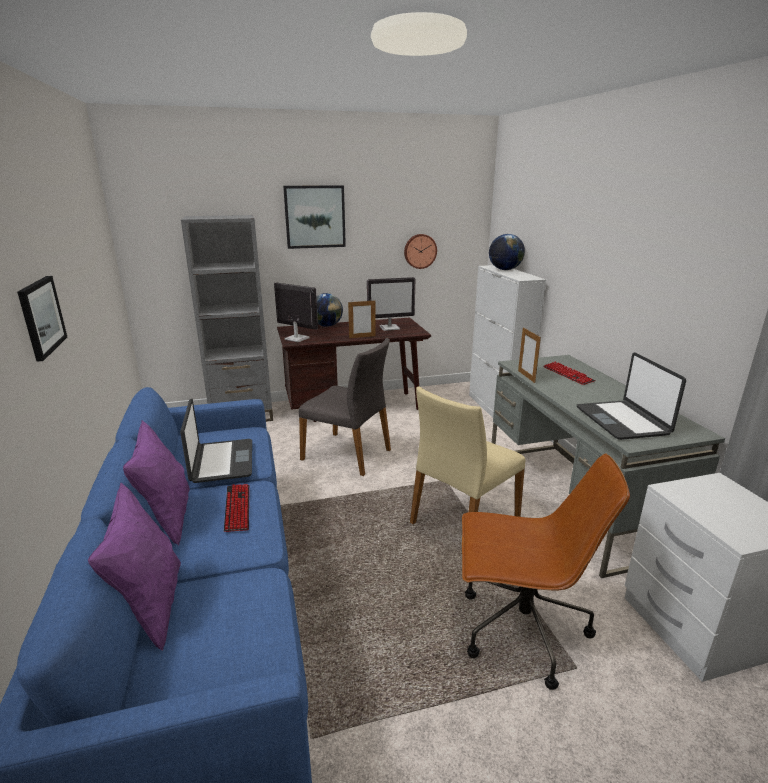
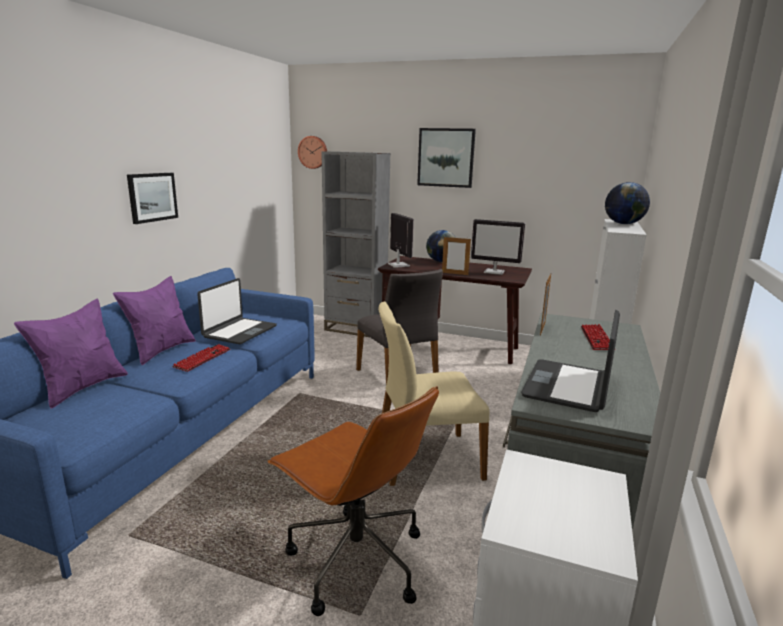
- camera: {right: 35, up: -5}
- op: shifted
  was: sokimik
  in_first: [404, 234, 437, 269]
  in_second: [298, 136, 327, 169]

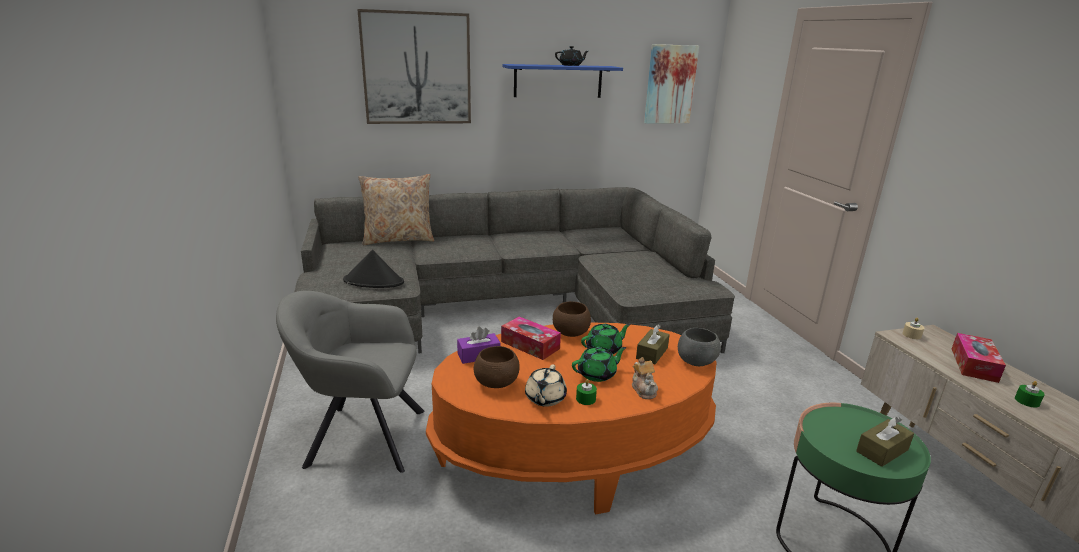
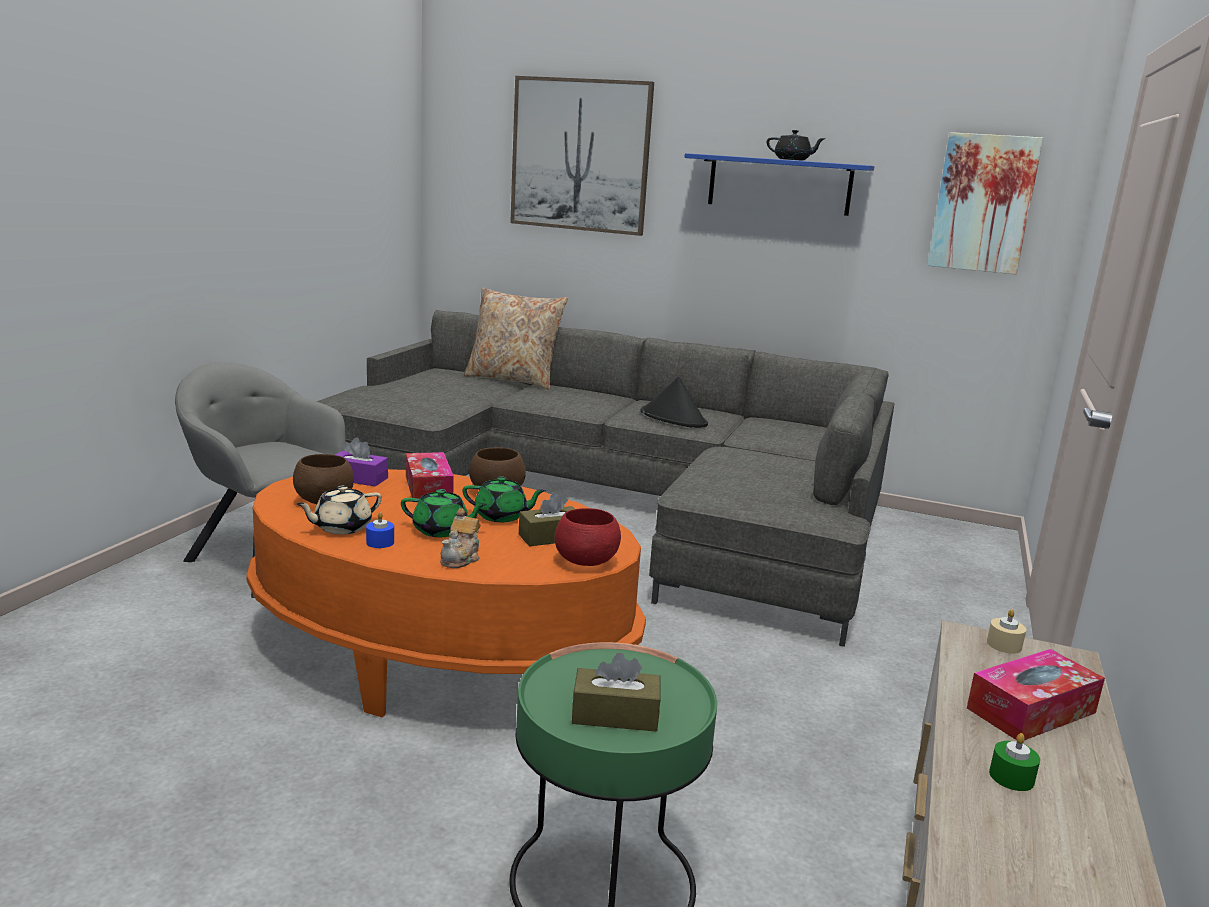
- camera: {right: 35, up: -5}
- op: repainted
  was: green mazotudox
  now: blue mazotudox
  in_first: [576, 379, 597, 405]
  in_second: [366, 512, 394, 548]
- op: repainted
  was: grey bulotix
  now: red bulotix
  in_first: [678, 328, 721, 366]
  in_second: [555, 508, 621, 566]
- op: shifted
  was: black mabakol
  in_first: [343, 250, 404, 288]
  in_second: [641, 377, 708, 428]

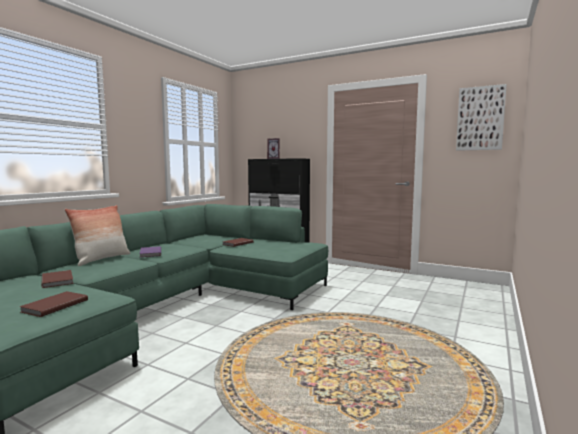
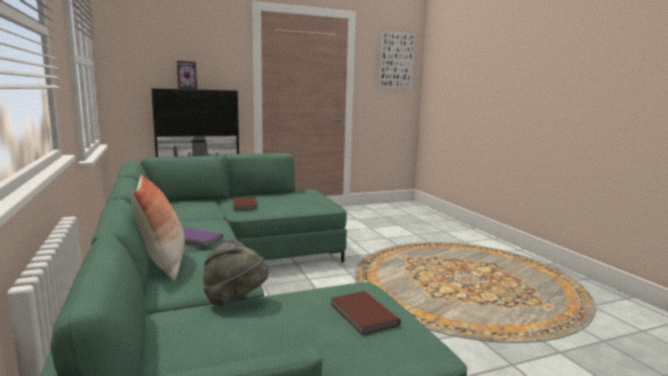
- camera: {right: -50, up: 5}
- op: swapped
  was: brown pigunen
  now: grey mabakol
  in_first: [41, 270, 73, 288]
  in_second: [203, 240, 269, 306]

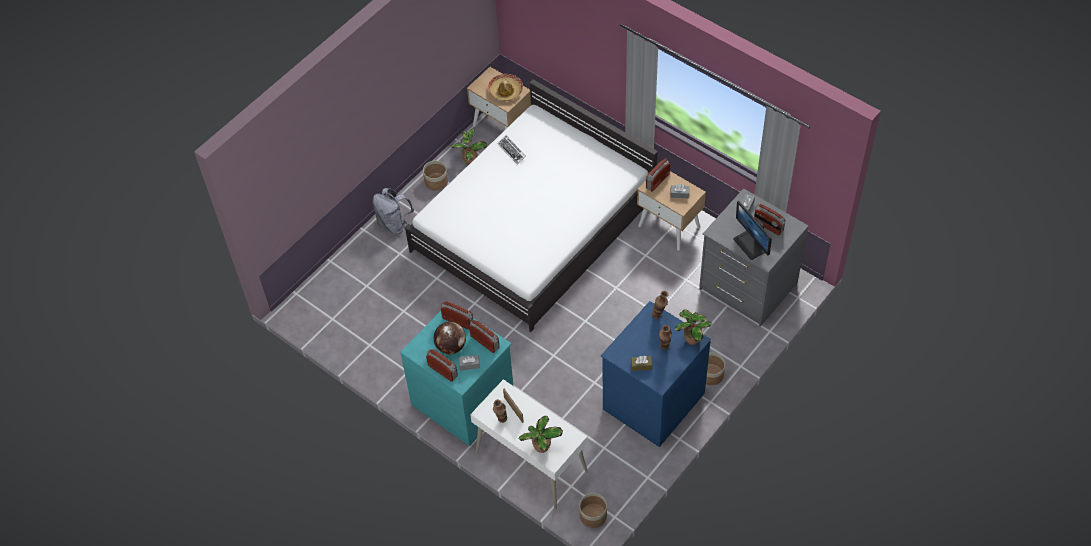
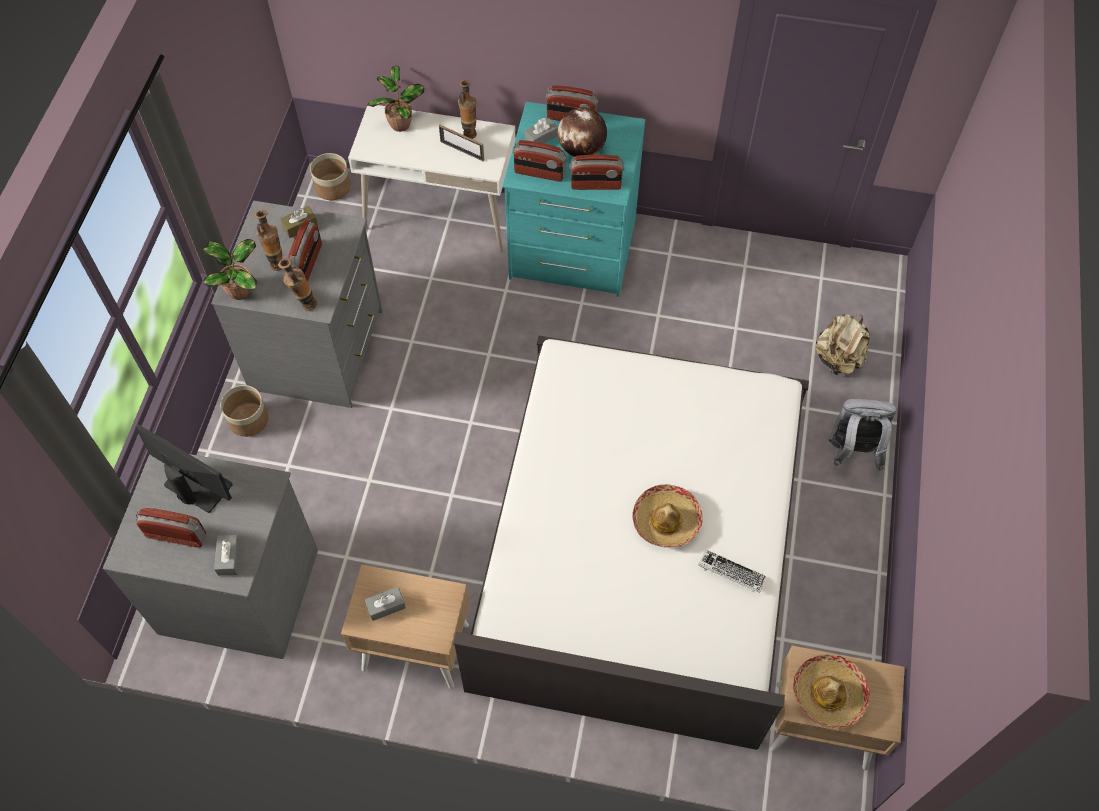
- camera: {right: 150, up: 5}
- op: repainted
  was: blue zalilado
  now: grey zalilado
  in_first: [601, 301, 711, 447]
  in_second: [211, 201, 383, 408]
- op: shifted
  was: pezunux
  in_first: [646, 159, 670, 192]
  in_second: [288, 219, 322, 282]
- op: new
  now: mabakol
  in_second: [632, 484, 703, 548]
- op: new
  now: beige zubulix
  in_second: [815, 314, 870, 375]
- op: gone
  was: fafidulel
  in_first: [423, 160, 448, 191]
- op: gone
  was: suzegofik
  in_first: [450, 129, 487, 165]

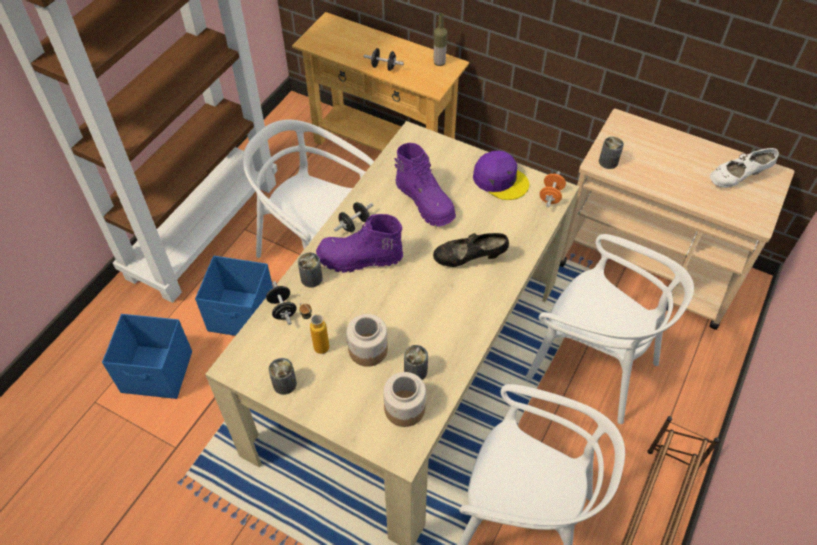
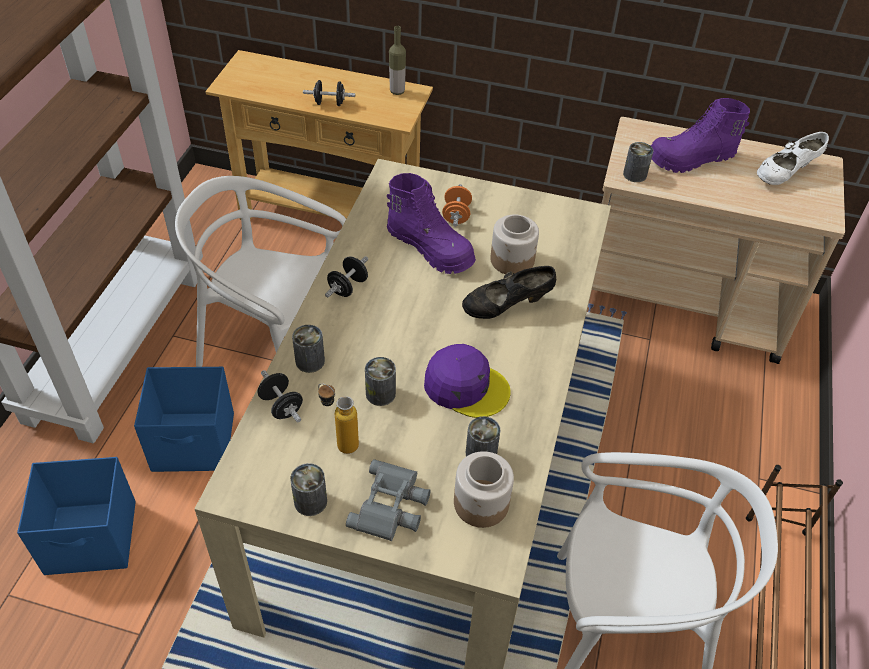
- camera: {right: -15, up: -5}
- op: new
  now: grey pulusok
  in_second: [346, 459, 431, 541]
- op: new
  now: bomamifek
  in_second: [365, 357, 396, 406]
- op: shifted
  was: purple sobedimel
  in_first: [473, 151, 529, 200]
  in_second: [424, 344, 511, 418]
- op: shifted
  was: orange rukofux
  in_first: [540, 171, 566, 207]
  in_second: [442, 184, 472, 227]
- op: shifted
  was: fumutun
  in_first: [347, 314, 388, 367]
  in_second: [490, 215, 539, 274]
- op: shifted
  was: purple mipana
  in_first: [316, 214, 403, 273]
  in_second: [651, 98, 750, 173]
- op: gone
  was: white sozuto
  in_first: [525, 234, 694, 424]

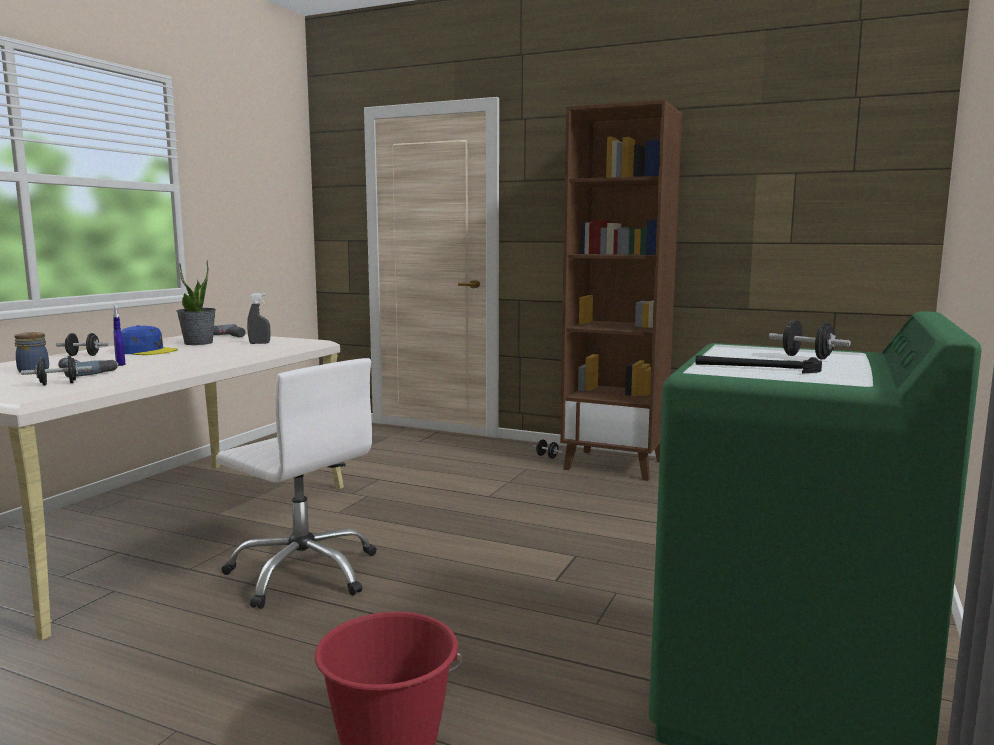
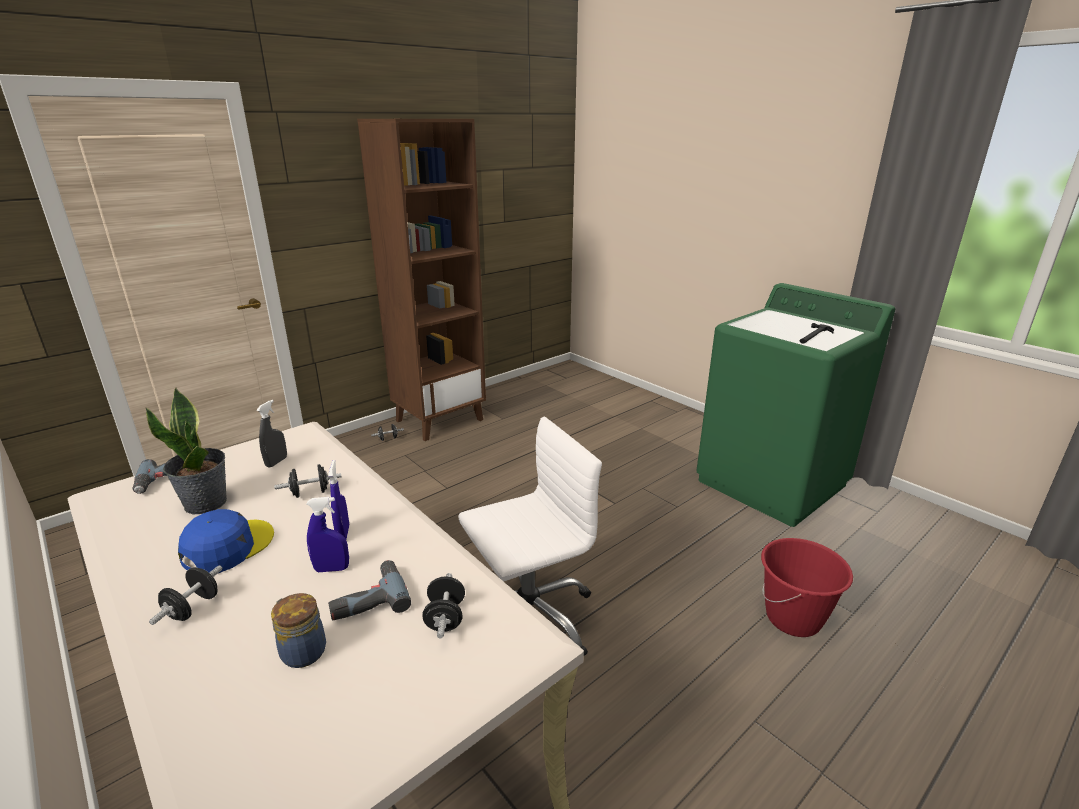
- camera: {right: -65, up: 15}
- op: shifted
  was: black rukofux
  in_first: [769, 320, 851, 360]
  in_second: [274, 464, 341, 498]
- op: new
  now: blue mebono
  in_second: [328, 460, 349, 539]

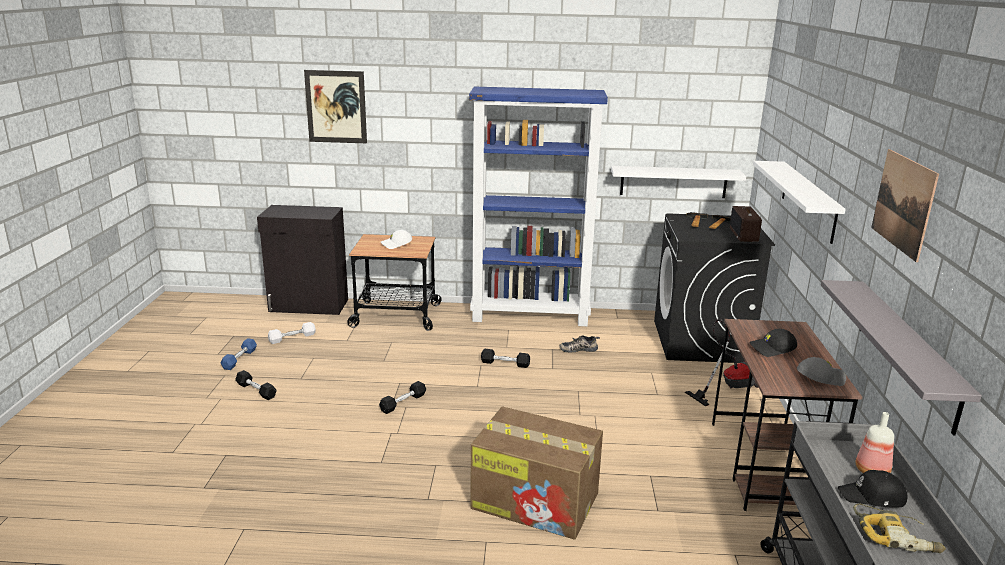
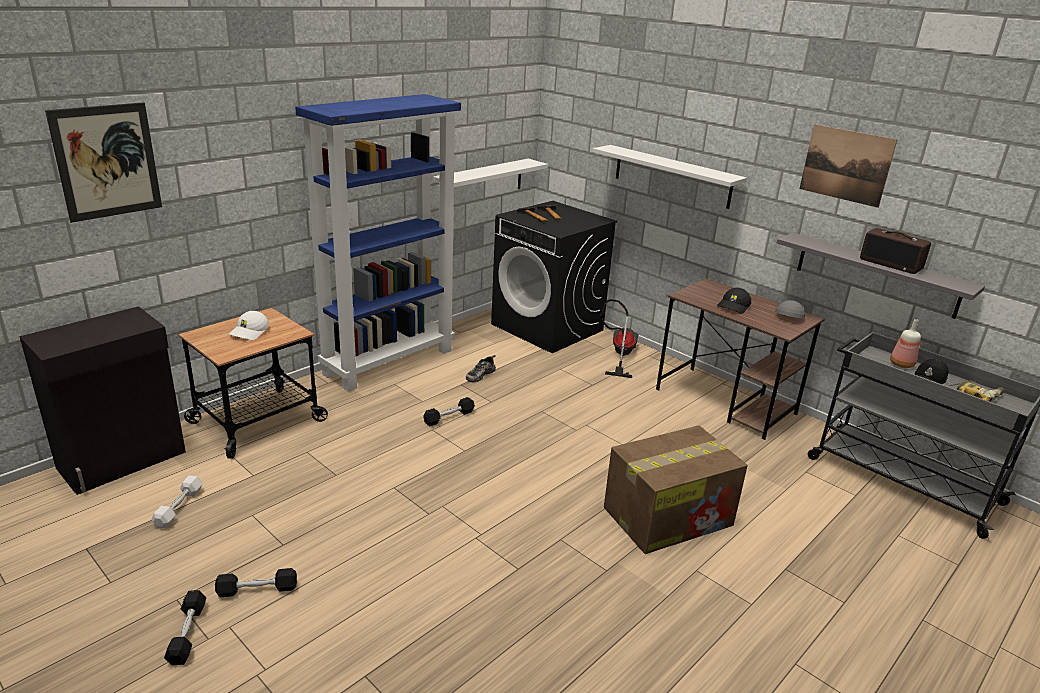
- camera: {right: -50, up: 5}
- op: shifted
  was: black rukofux
  in_first: [379, 381, 426, 414]
  in_second: [164, 590, 206, 665]
- op: shifted
  was: pezunux
  in_first: [730, 206, 762, 242]
  in_second: [860, 228, 931, 274]
- op: gone
  was: blue rukofux
  in_first: [220, 338, 257, 370]

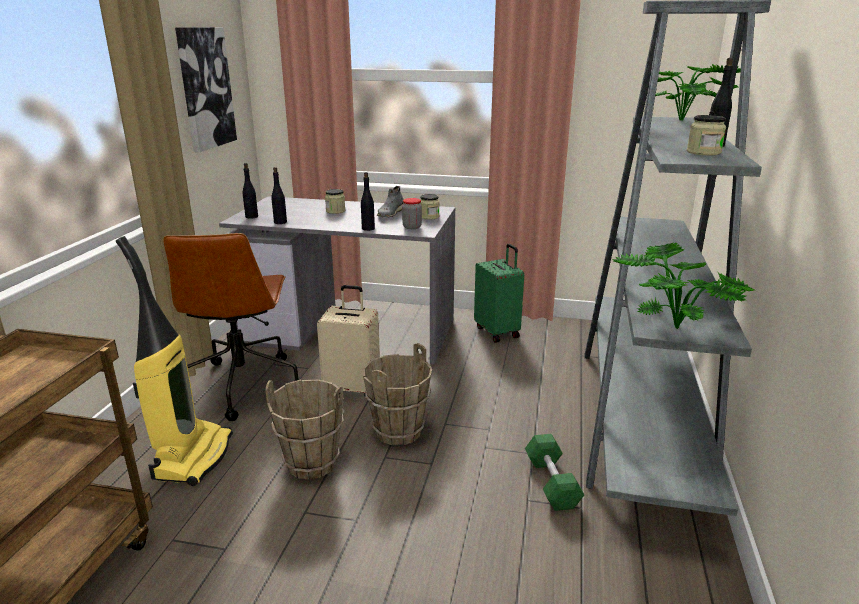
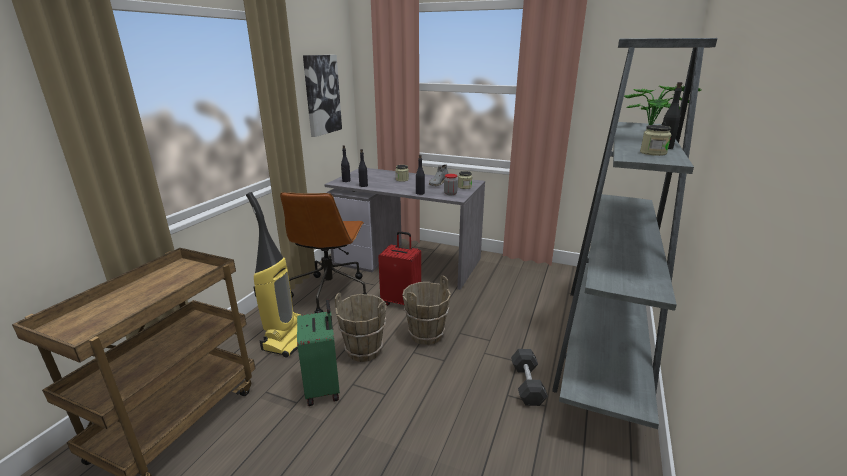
- camera: {right: 10, up: 0}
- op: shifted
  was: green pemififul
  in_first: [474, 244, 524, 343]
  in_second: [297, 299, 340, 406]
- op: repainted
  was: beige pemififul
  now: red pemififul
  in_first: [317, 285, 380, 395]
  in_second: [378, 231, 421, 306]
- op: repainted
  was: green rukofux
  now: black rukofux
  in_first: [525, 434, 584, 511]
  in_second: [511, 349, 548, 406]
- op: gone
  was: suzegofik
  in_first: [612, 242, 754, 329]

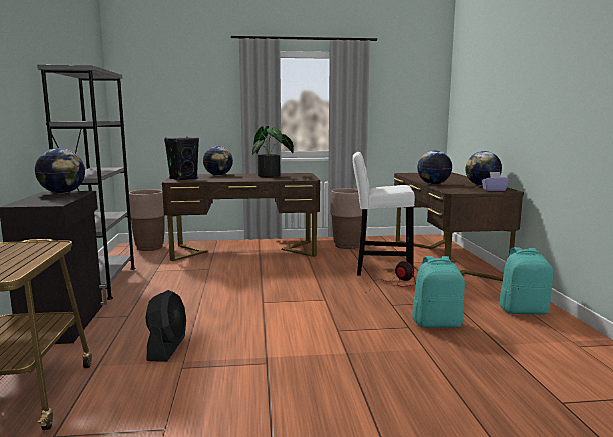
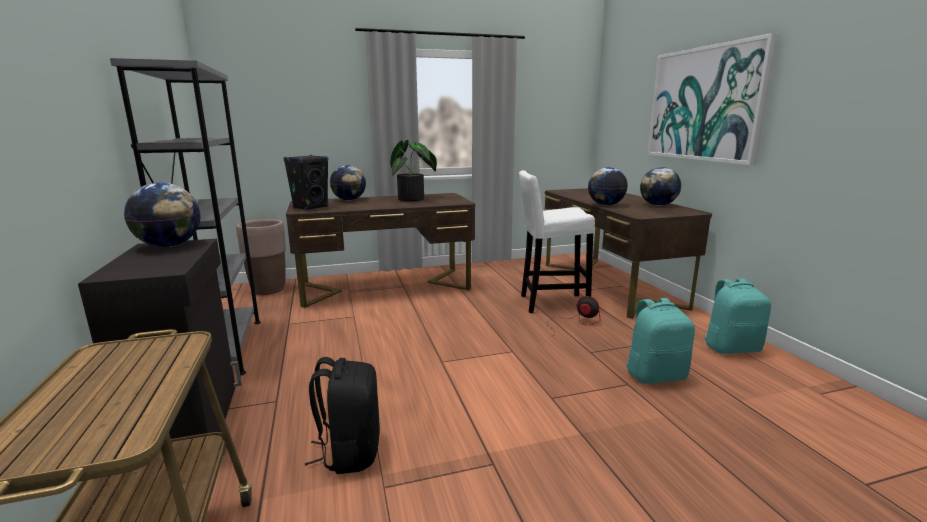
- camera: {right: -10, up: 5}
- op: swapped
  was: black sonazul
  now: black zubulix
  in_first: [145, 290, 186, 362]
  in_second: [305, 357, 380, 474]
- op: new
  now: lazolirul
  in_second: [647, 33, 779, 165]
- op: gone
  was: brown fafidulel
  in_first: [330, 188, 362, 249]
- op: gone
  was: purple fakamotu
  in_first: [481, 172, 509, 191]

